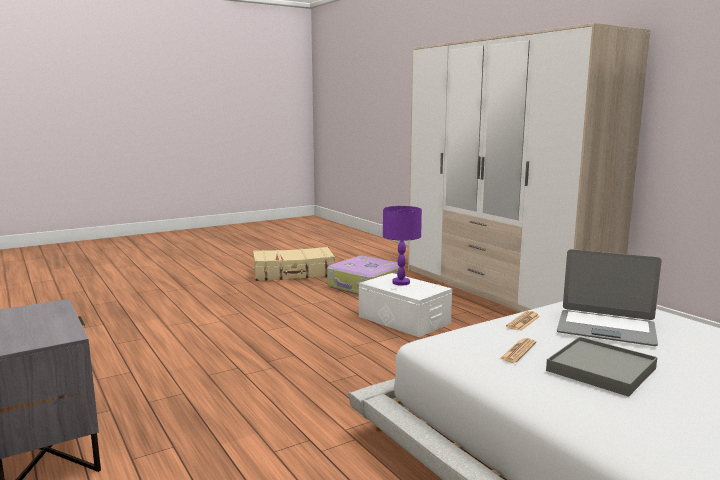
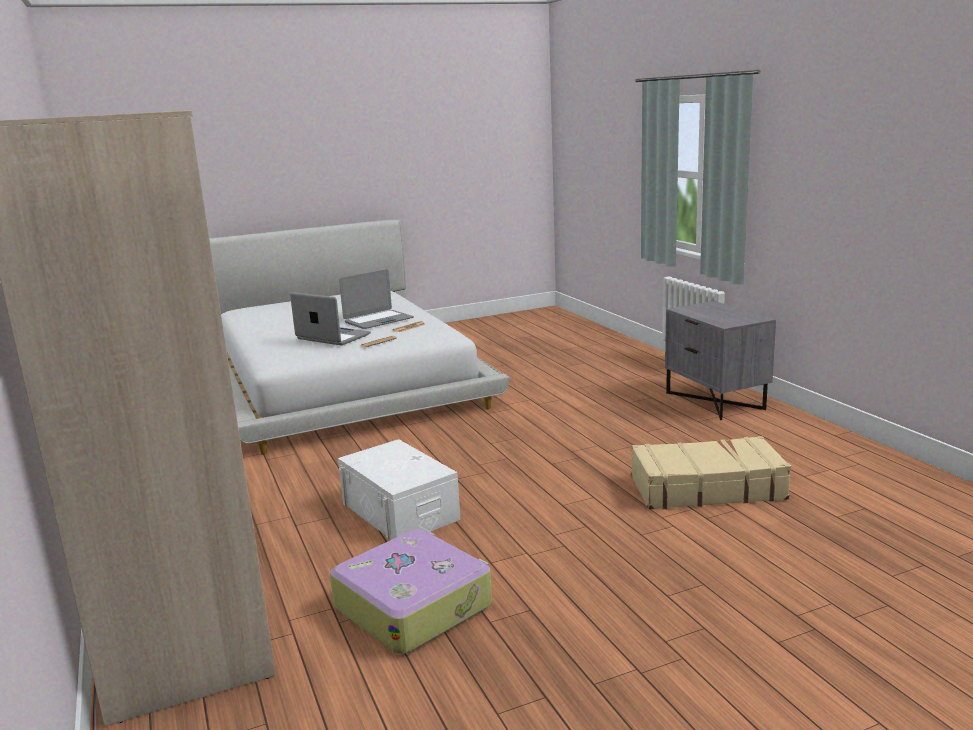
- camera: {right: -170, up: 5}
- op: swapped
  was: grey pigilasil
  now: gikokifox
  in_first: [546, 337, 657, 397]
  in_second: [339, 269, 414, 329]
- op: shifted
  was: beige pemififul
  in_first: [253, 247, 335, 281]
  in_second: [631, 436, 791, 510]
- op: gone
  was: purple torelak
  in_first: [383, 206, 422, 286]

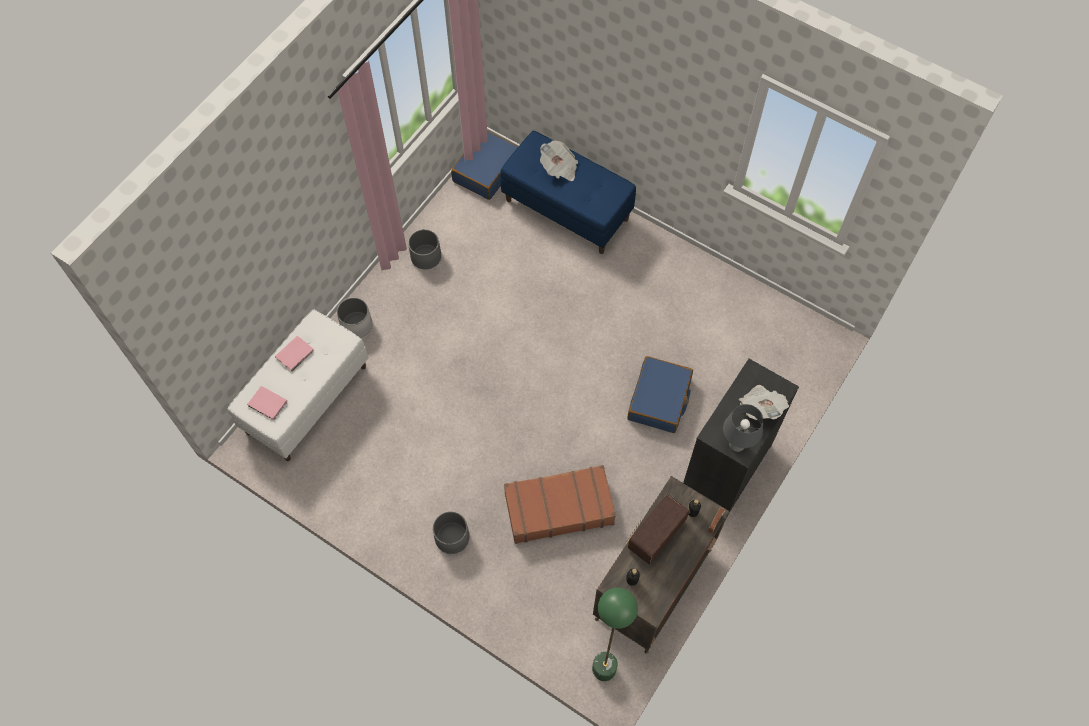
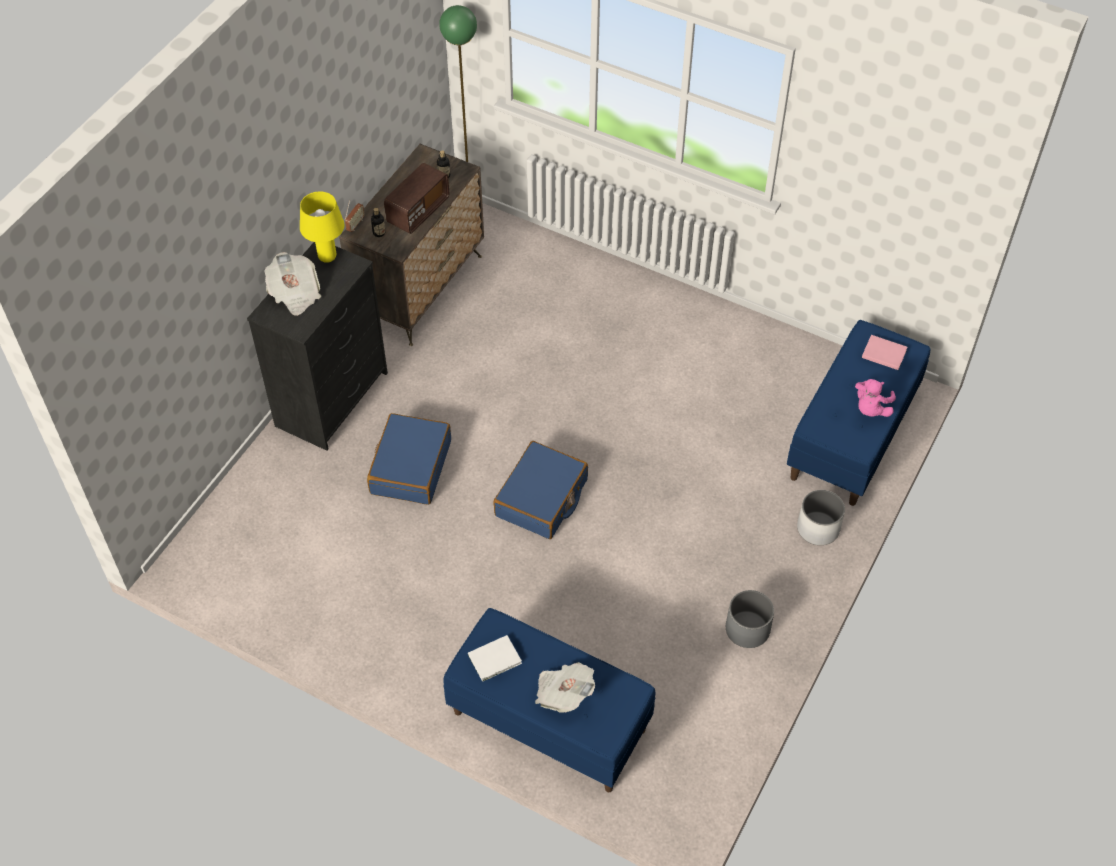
- camera: {right: 175, up: -10}
- op: repainted
  was: grey torelak
  now: yellow torelak
  in_first: [723, 404, 763, 452]
  in_second: [300, 191, 344, 263]
- op: new
  now: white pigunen
  in_second: [468, 635, 522, 682]
- op: shifted
  was: blue pemififul
  in_first: [451, 131, 519, 200]
  in_second: [493, 441, 588, 539]
- op: repainted
  was: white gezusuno
  now: blue gezusuno
  in_first: [227, 309, 369, 461]
  in_second: [787, 320, 930, 506]
- op: swapped
  was: pink pigunen
  now: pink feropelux
  in_first: [275, 335, 314, 371]
  in_second: [855, 379, 896, 417]
- op: gone
  was: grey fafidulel
  in_first: [433, 511, 469, 554]
- op: gone
  was: brown pemififul
  in_first: [504, 465, 616, 544]

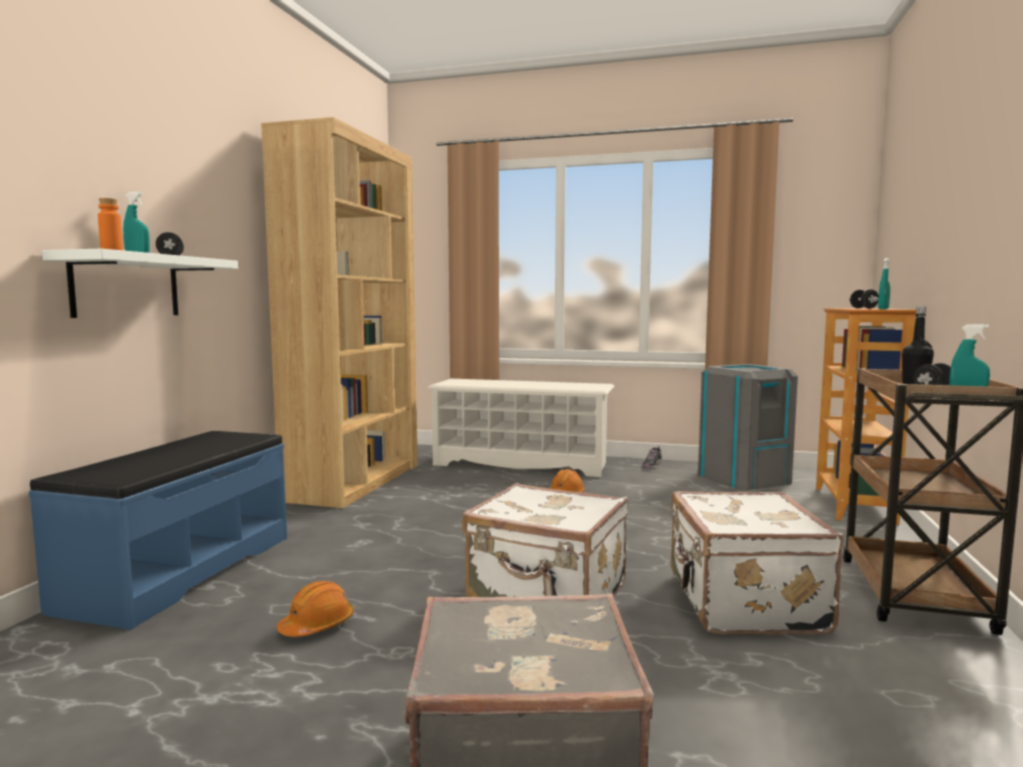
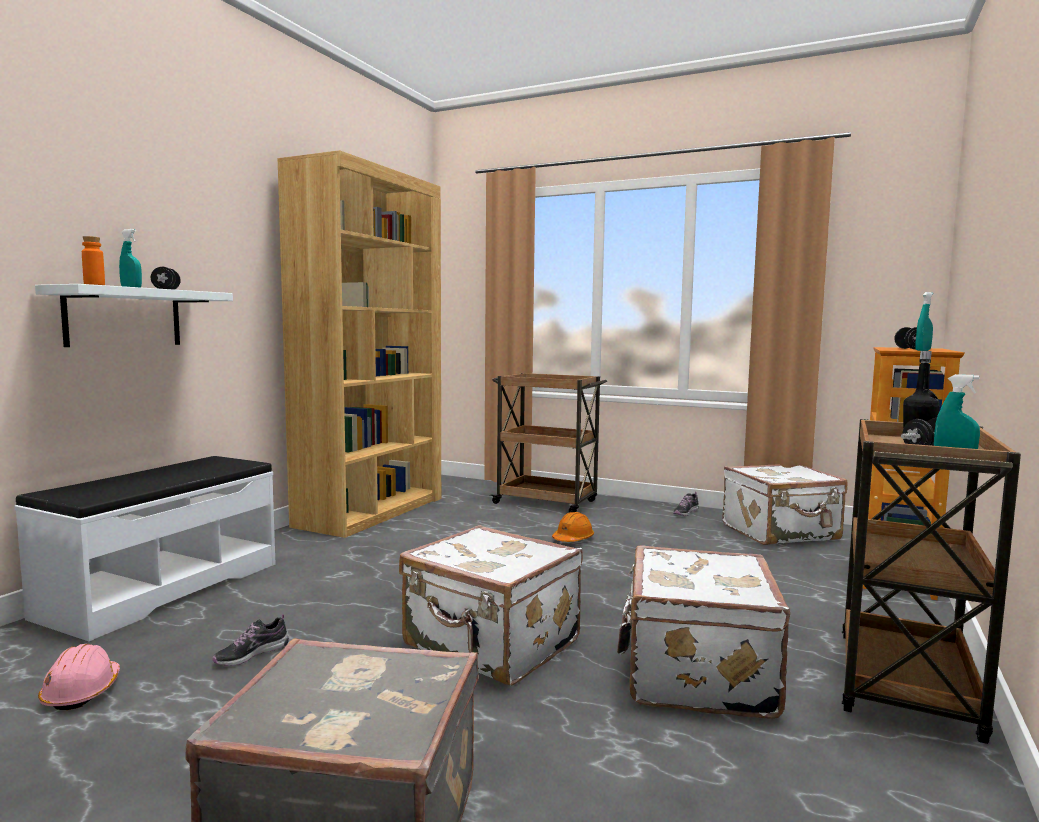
- camera: {right: 10, up: 0}
- op: repainted
  was: blue gezusuno
  now: white gezusuno
  in_first: [29, 431, 287, 630]
  in_second: [15, 456, 276, 641]
- op: new
  now: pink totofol
  in_second: [38, 644, 120, 710]
- op: swapped
  was: orange totofol
  now: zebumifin
  in_first: [277, 581, 354, 637]
  in_second: [213, 614, 289, 666]
- op: swapped
  was: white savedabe
  now: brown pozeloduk
  in_first: [428, 379, 615, 477]
  in_second: [490, 373, 607, 513]
- op: swapped
  was: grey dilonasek
  now: white pemififul
  in_first: [698, 364, 798, 491]
  in_second: [723, 464, 848, 545]

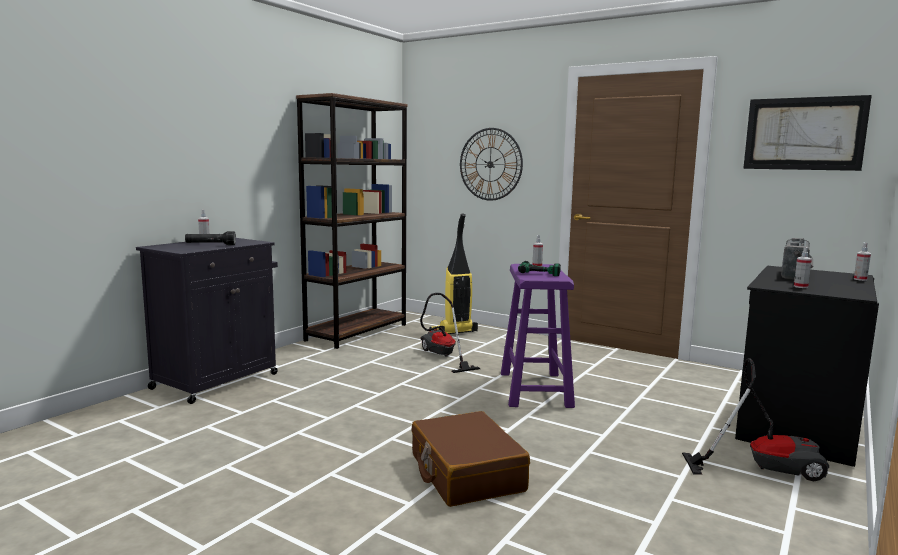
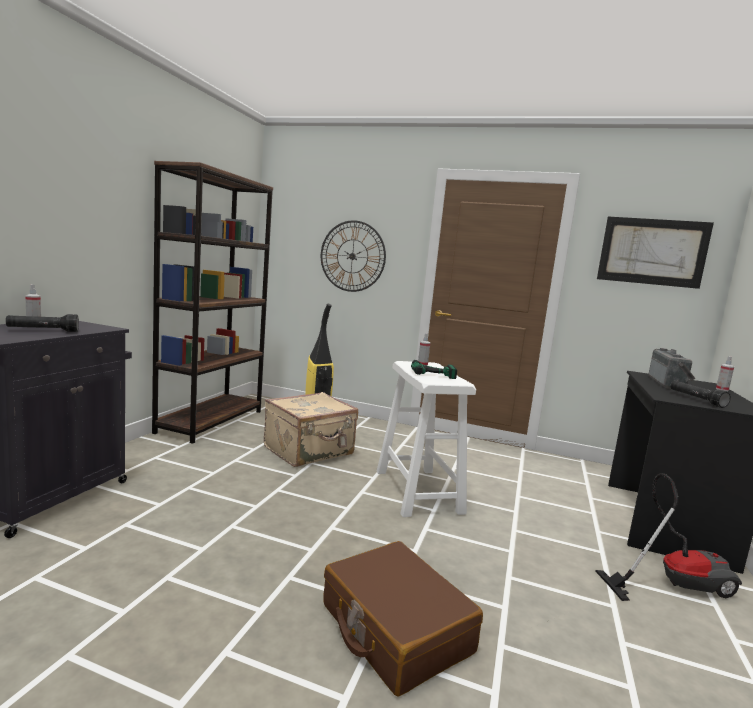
- camera: {right: -15, up: 0}
- op: swapped
  was: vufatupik
  now: beige pemififul
  in_first: [420, 293, 480, 373]
  in_second: [264, 392, 358, 467]
- op: repainted
  was: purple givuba
  now: white givuba
  in_first: [501, 264, 575, 408]
  in_second: [377, 361, 476, 517]
- op: swapped
  was: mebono
  now: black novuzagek
  in_first: [794, 247, 812, 288]
  in_second: [670, 380, 731, 408]

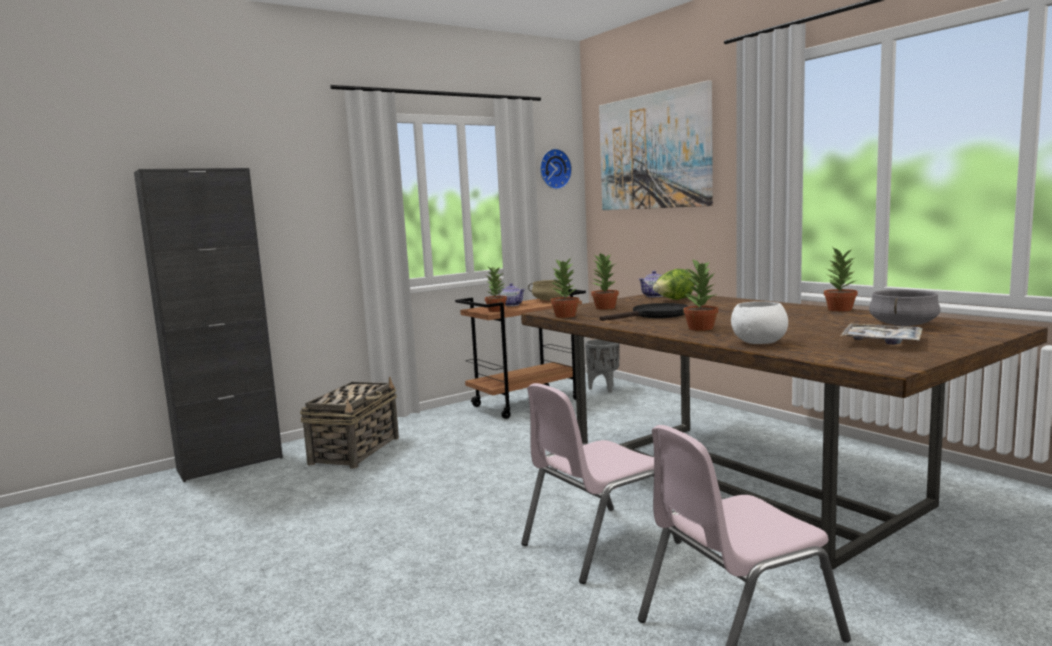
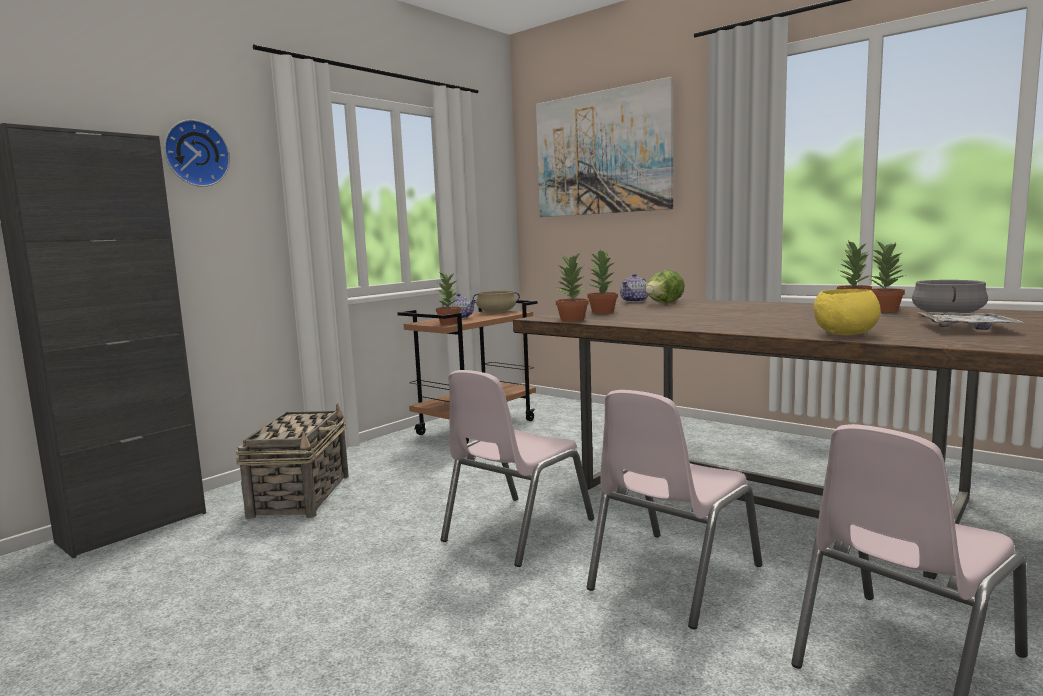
- camera: {right: -15, up: 0}
- op: shifted
  was: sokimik
  in_first: [540, 148, 572, 189]
  in_second: [164, 120, 230, 187]
- op: new
  now: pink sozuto
  in_second: [441, 370, 594, 567]
- op: repainted
  was: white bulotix
  now: yellow bulotix
  in_first: [731, 301, 788, 344]
  in_second: [814, 289, 880, 335]
- op: shifted
  was: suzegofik
  in_first: [684, 259, 718, 331]
  in_second: [867, 240, 906, 312]
- op: gone
  was: grey fafidulel
  in_first: [585, 339, 620, 393]
- op: gone
  was: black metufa
  in_first: [600, 303, 689, 321]

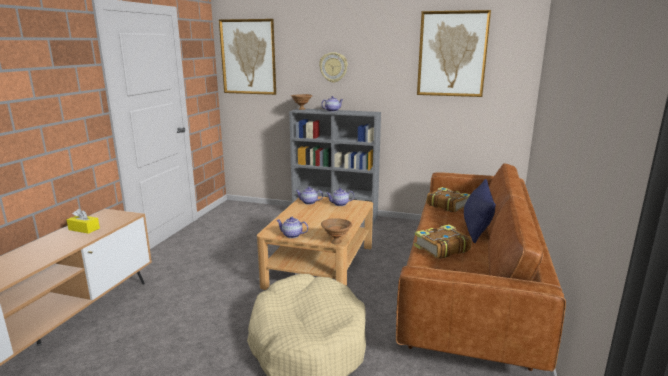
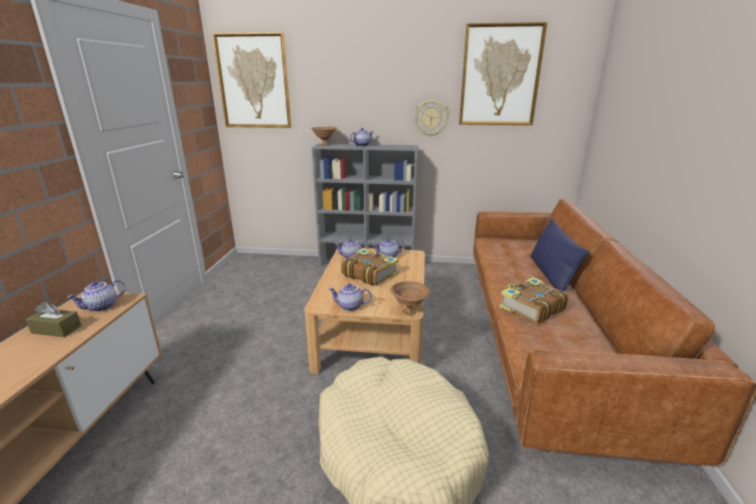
- camera: {right: -10, up: 5}
- op: repainted
  was: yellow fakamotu
  now: brown fakamotu
  in_first: [67, 208, 100, 234]
  in_second: [25, 302, 81, 337]
- op: new
  now: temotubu
  in_second: [67, 280, 125, 312]
- op: shifted
  was: pigunen
  in_first: [427, 187, 471, 212]
  in_second: [341, 249, 399, 286]
- op: shifted
  was: sokimik
  in_first: [319, 52, 348, 83]
  in_second: [414, 100, 449, 137]

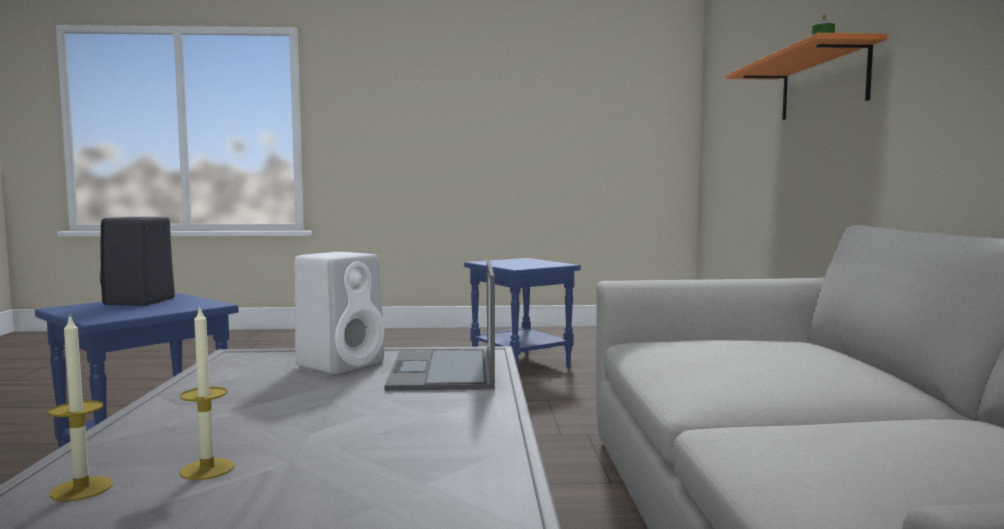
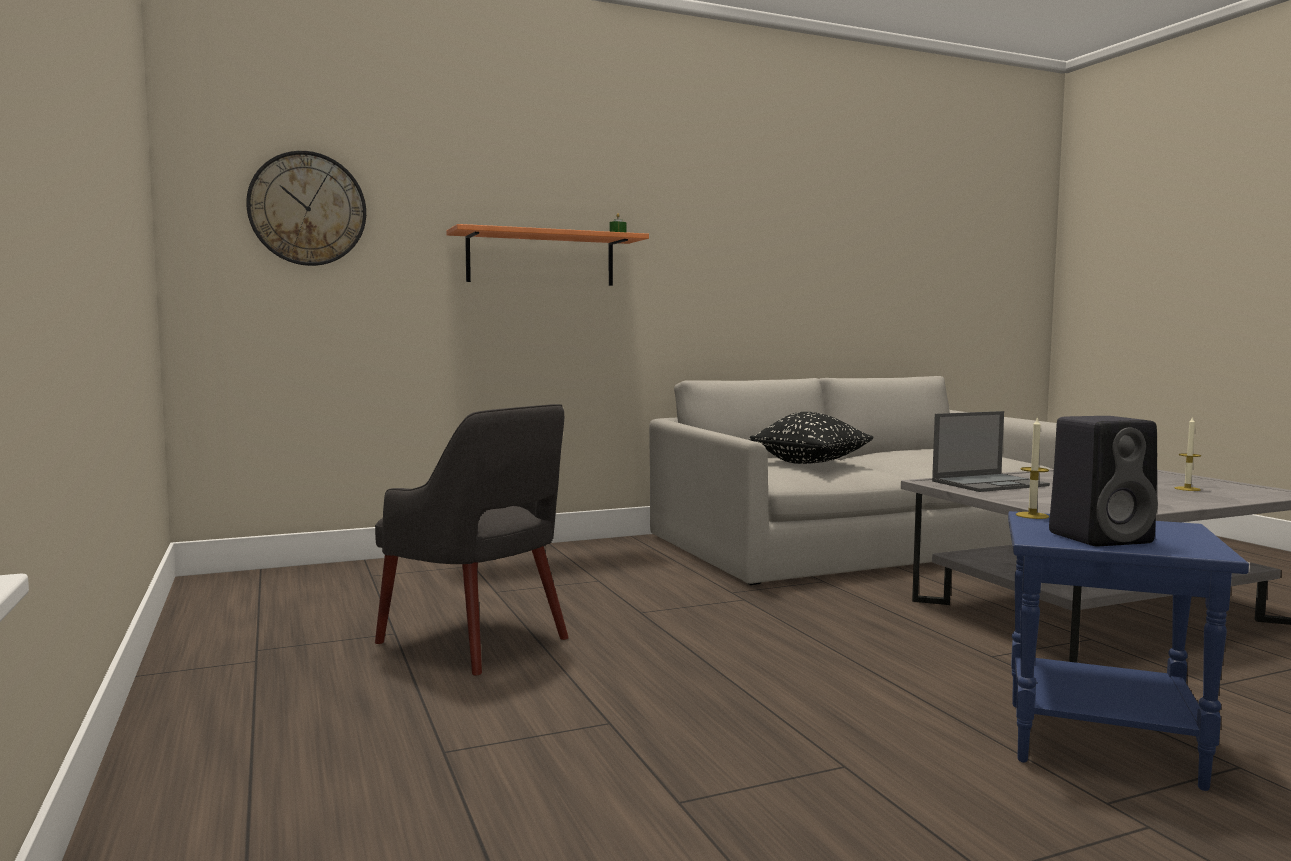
- camera: {right: -110, up: 0}
- op: new
  now: sokimik
  in_second: [246, 151, 366, 266]
- op: swapped
  was: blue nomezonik
  now: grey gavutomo
  in_first: [464, 258, 581, 368]
  in_second: [375, 404, 569, 675]
- op: new
  now: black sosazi
  in_second: [749, 412, 874, 464]
- op: shifted
  was: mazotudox
  in_first: [48, 314, 113, 502]
  in_second: [1016, 417, 1049, 519]
- op: gone
  was: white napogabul
  in_first: [294, 252, 384, 374]

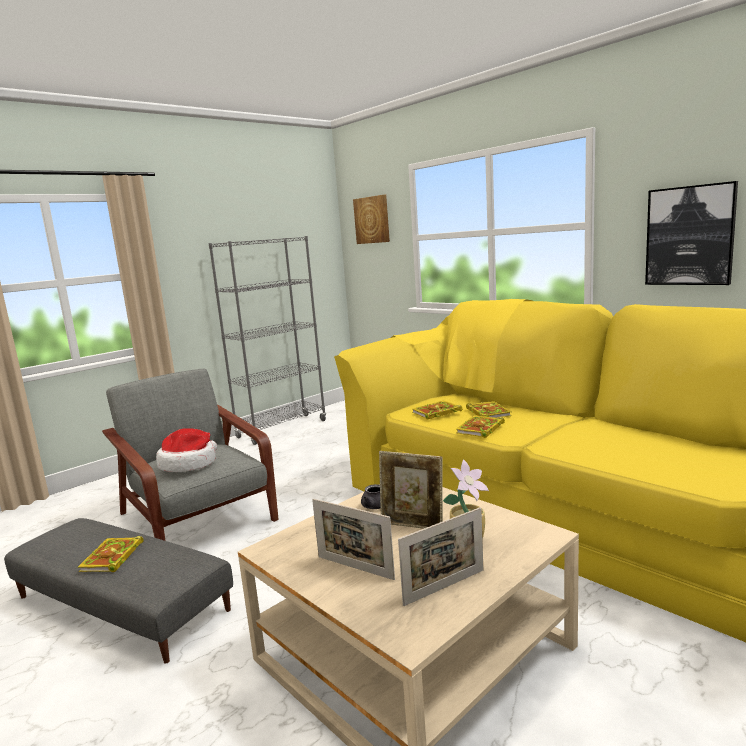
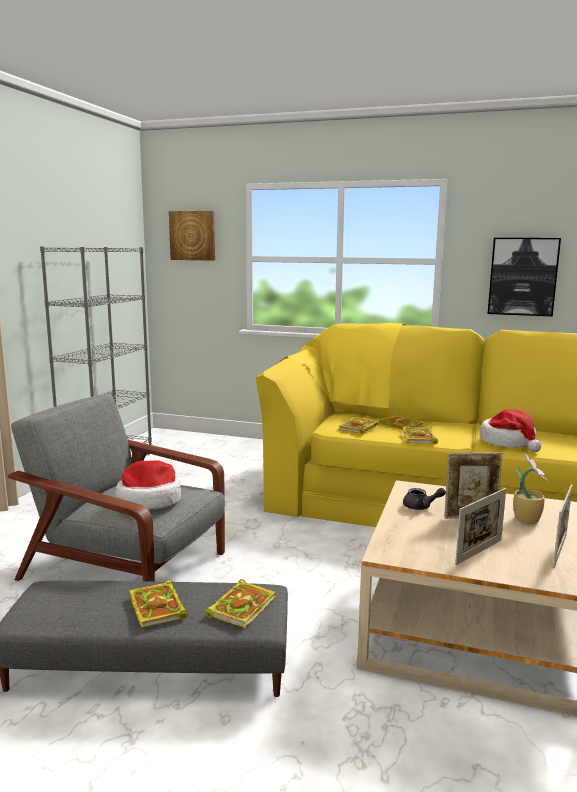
- camera: {right: -30, up: 0}
- op: new
  now: pigunen
  in_second: [205, 579, 276, 628]
- op: rotated
  was: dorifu
  in_first: [312, 499, 395, 580]
  in_second: [455, 488, 506, 565]
  clockwise: -45
- op: new
  now: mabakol
  in_second: [480, 409, 541, 452]

